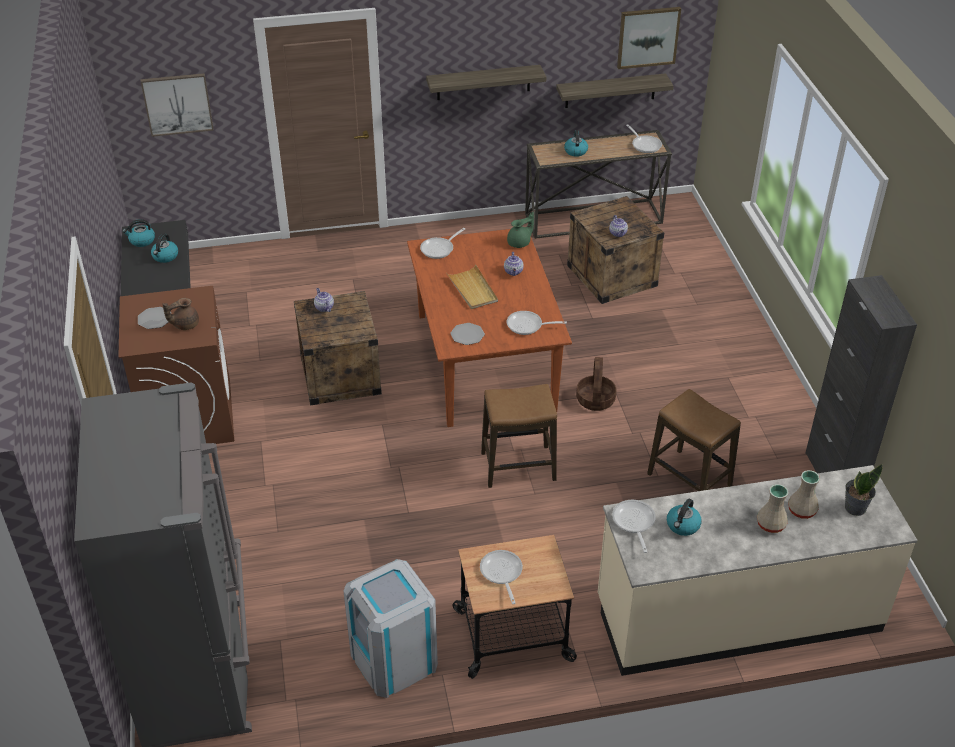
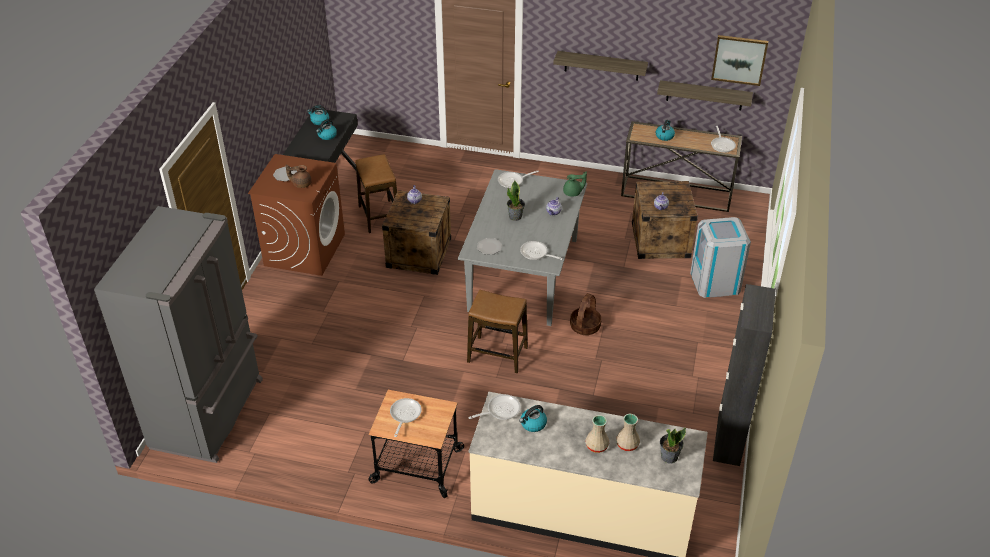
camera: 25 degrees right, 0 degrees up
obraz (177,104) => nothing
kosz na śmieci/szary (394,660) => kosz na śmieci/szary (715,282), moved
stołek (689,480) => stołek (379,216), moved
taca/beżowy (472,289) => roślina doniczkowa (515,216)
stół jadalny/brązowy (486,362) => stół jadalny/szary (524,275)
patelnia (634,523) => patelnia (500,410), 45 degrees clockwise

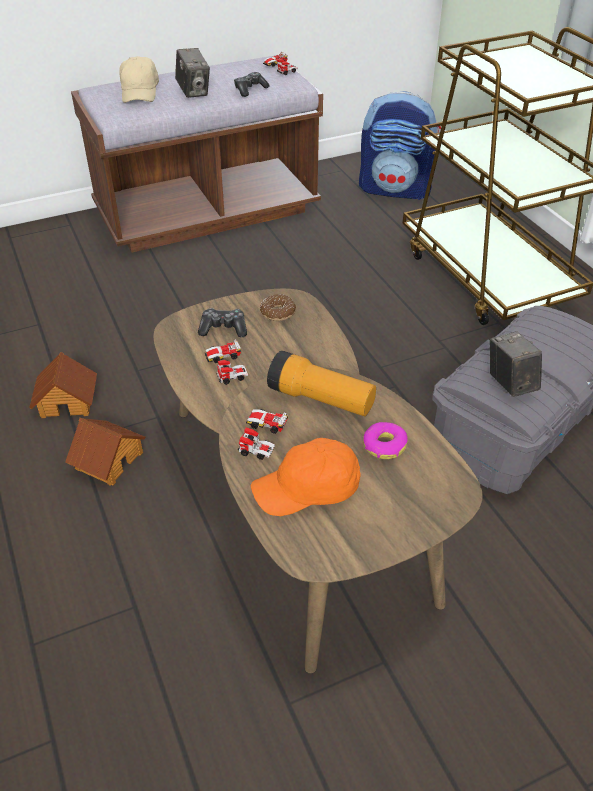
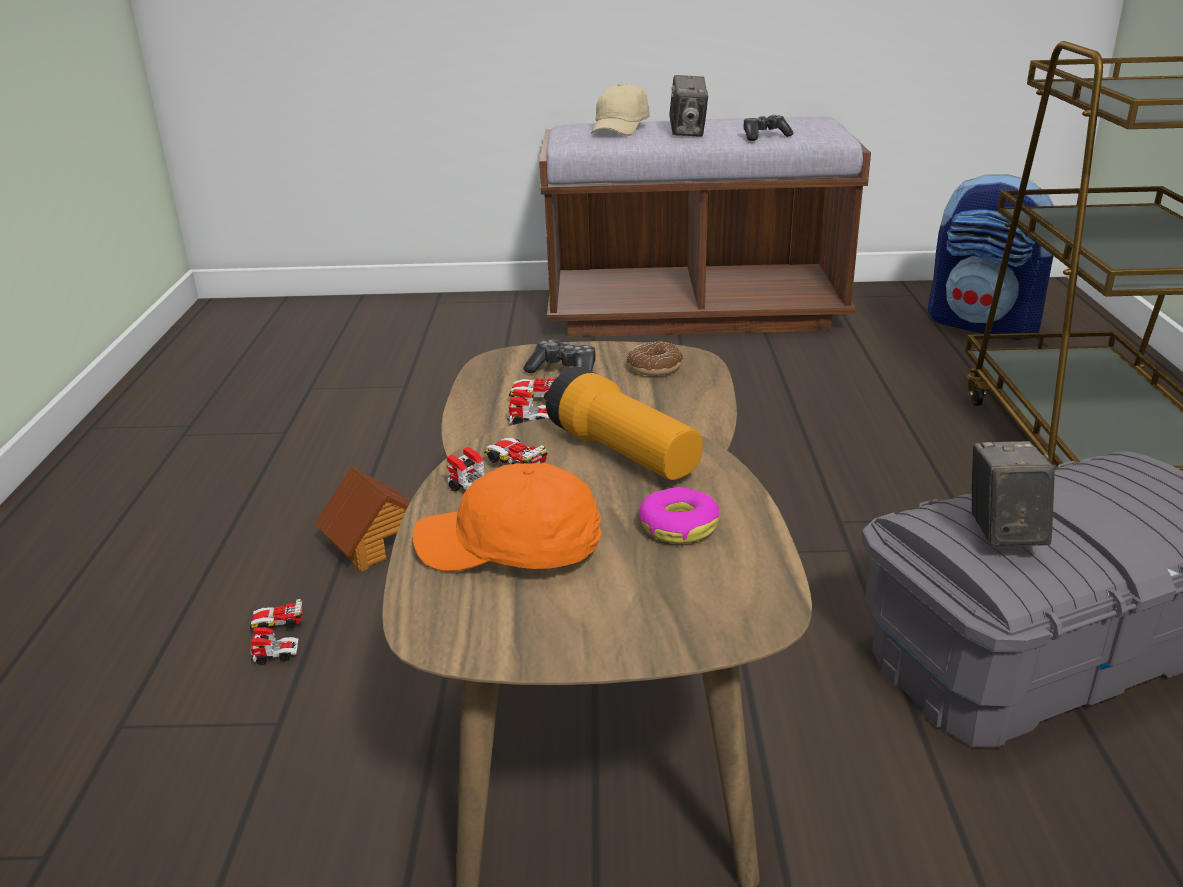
camera: 25 degrees right, 15 degrees down
domek (68,401) => nothing
samochodzik (280,69) => samochodzik (276,639), moved

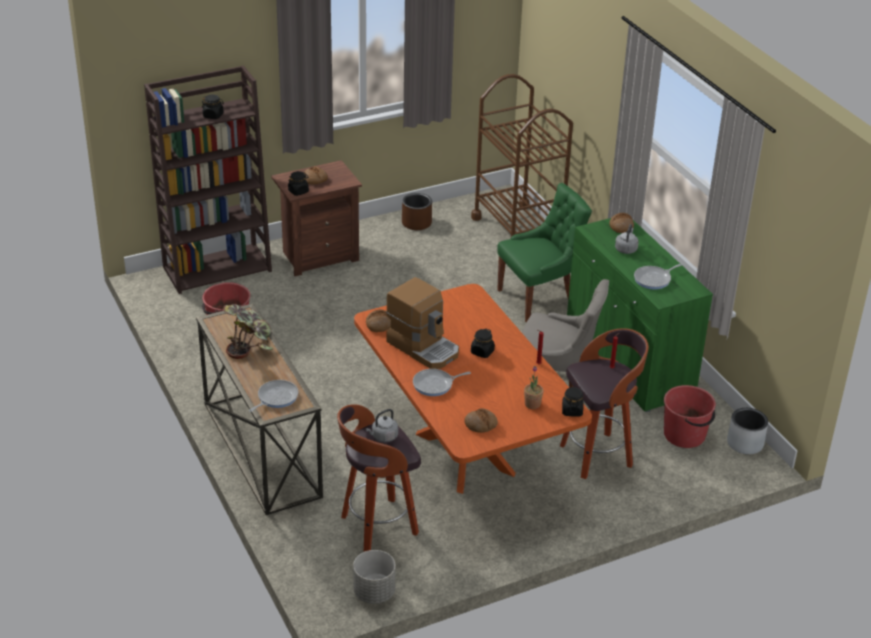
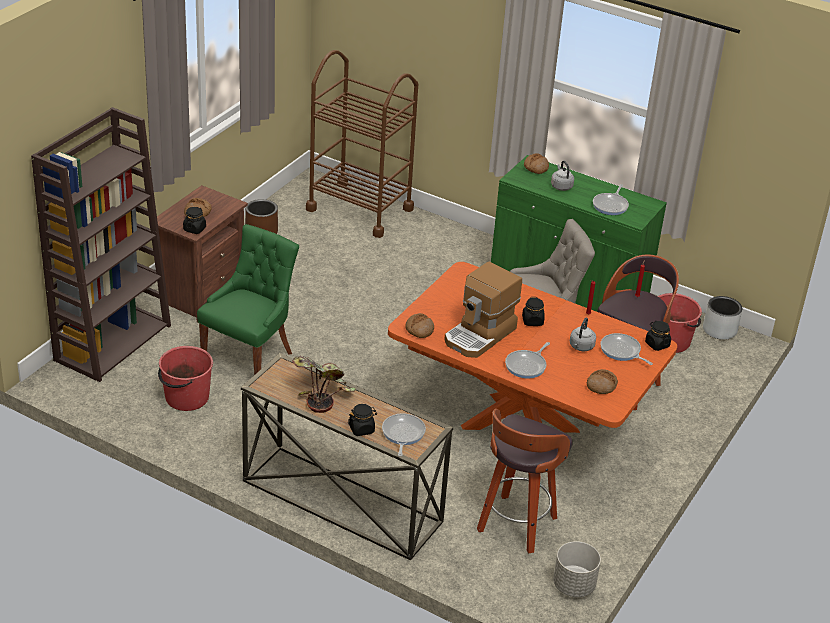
camera: 35 degrees left, 0 degrees up
słoik/czarny (213,115) => słoik/czarny (361,429), moved
czajnik/szary (383,437) => czajnik/szary (581,347), moved
krzesło/zielony (538,299) => krzesło/zielony (250,356), moved
roślina doniczkowa (532,404) => patelnia (621,351)
ekspres do kawy (424,347) => ekspres do kawy (480,335), 120 degrees clockwise

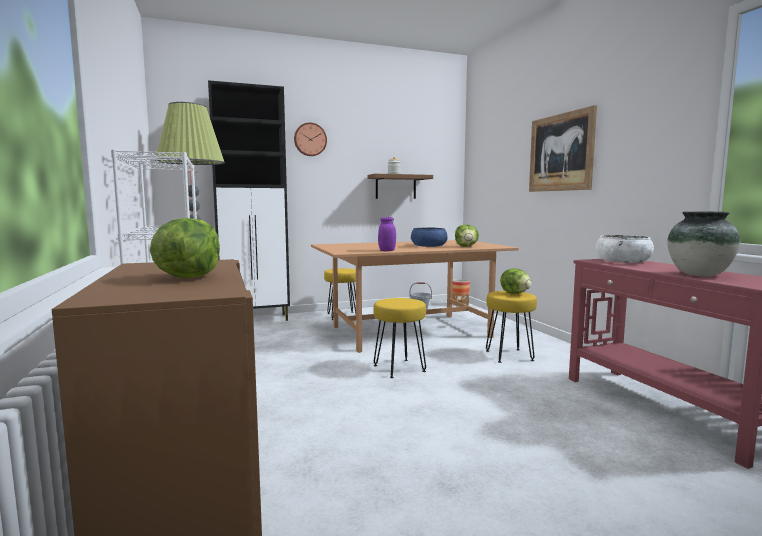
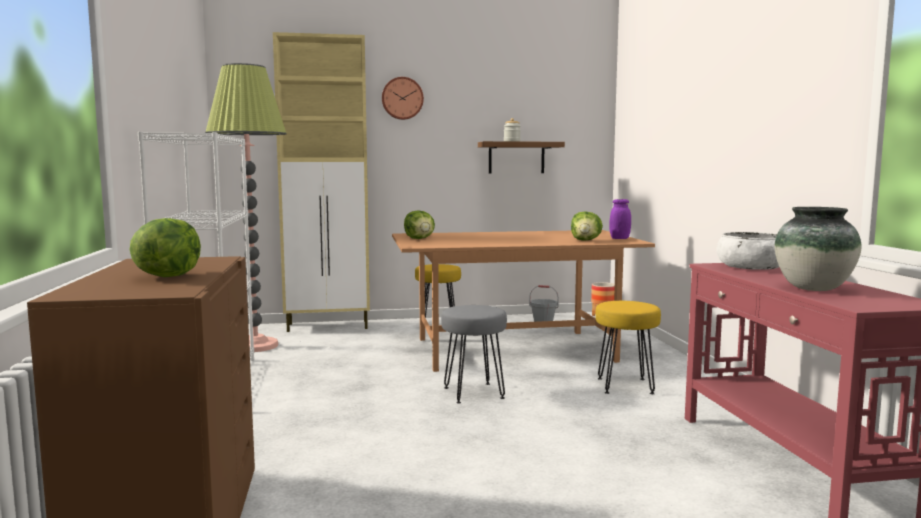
camera: 10 degrees right, 0 degrees up
miska/niebieski (428,246) => nothing
obraz (560,152) => nothing
słoik/fioletowy (387,250) => słoik/fioletowy (619,238), moved
sałata (515,293) => sałata (420,239), moved
szafka/czarny (256,320) => szafka/beżowy (329,326)
stołek/żółty (399,368) => stołek/szary (473,393)

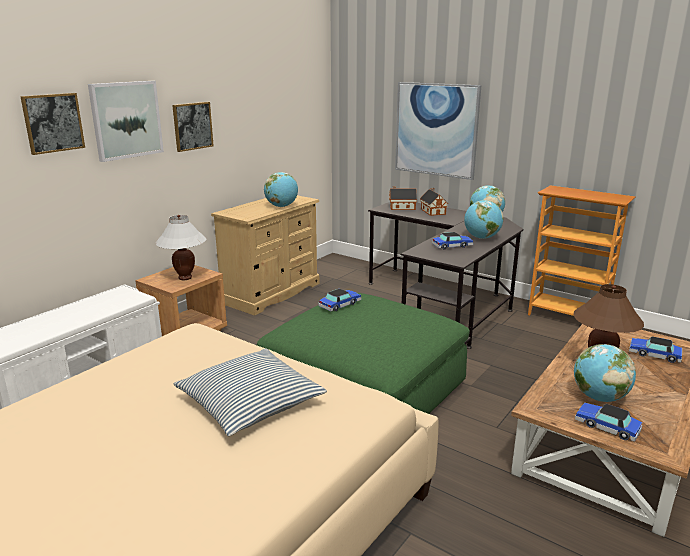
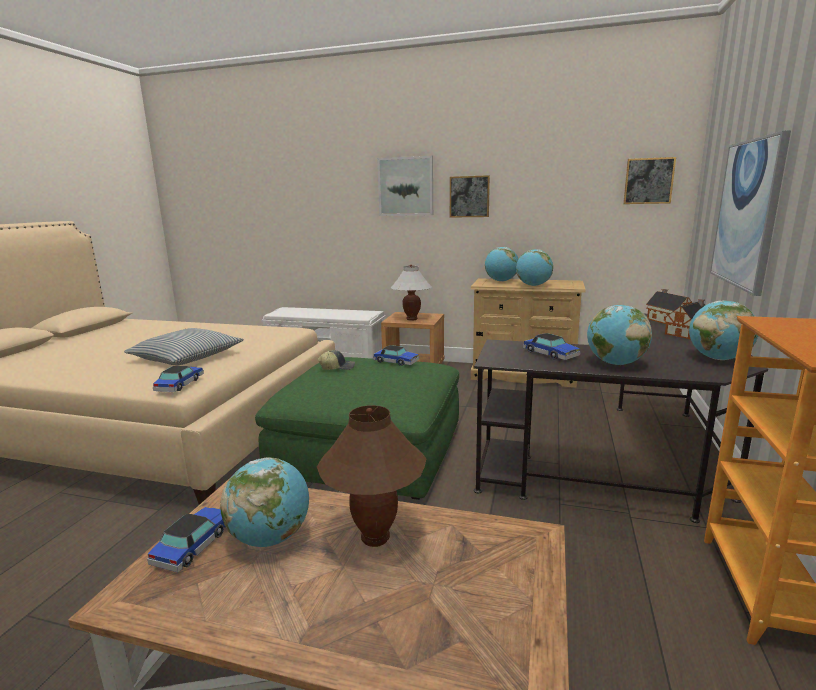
camera: 70 degrees right, 5 degrees down
nothing => czapka z daszkiem (337,367)
nothing => globus (501,281)
obraz (53,123) => obraz (648,181), moved
samochodzik (654,354) => samochodzik (180,384), moved

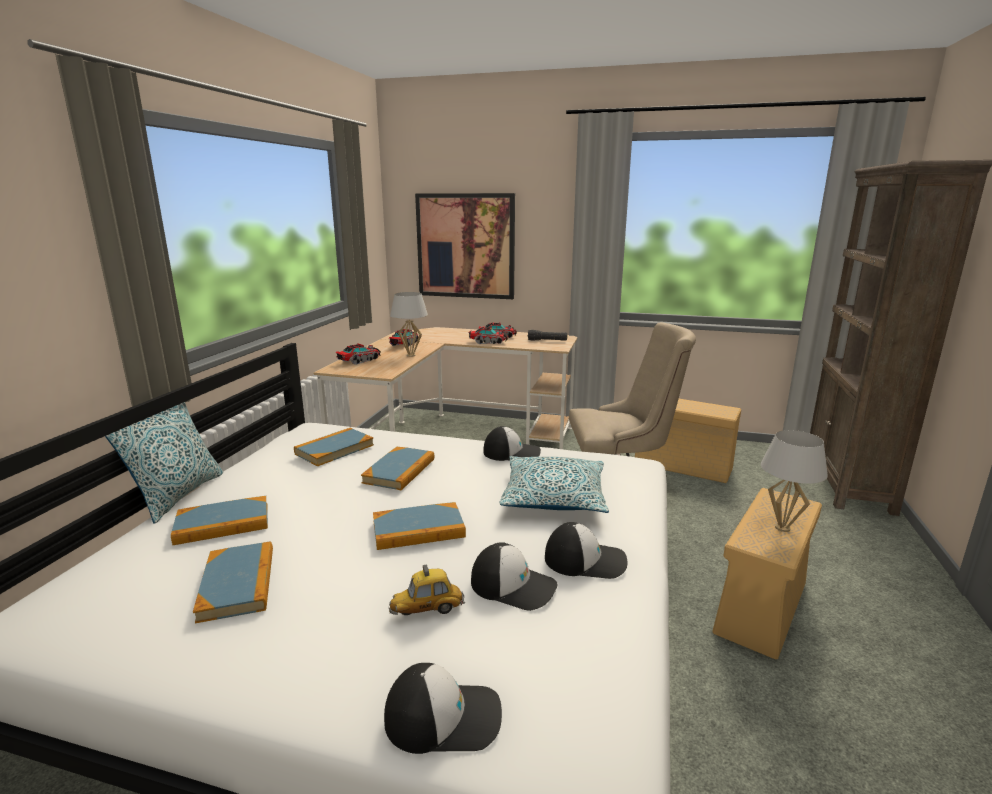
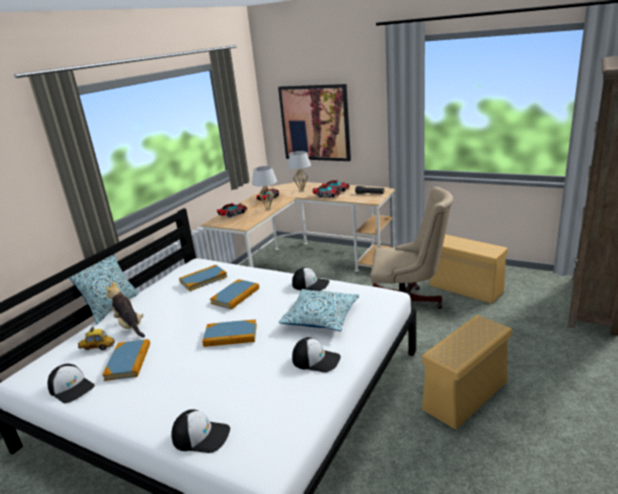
camera: 15 degrees right, 5 degrees up
samochodzik (427,609) => samochodzik (97,348), moved
czapka z daszkiem (513,585) => czapka z daszkiem (72,388), moved
lampa stołowa/biały (782,528) => lampa stołowa/biały (302,190), moved
książka (223,524) => pluszak (130,326)

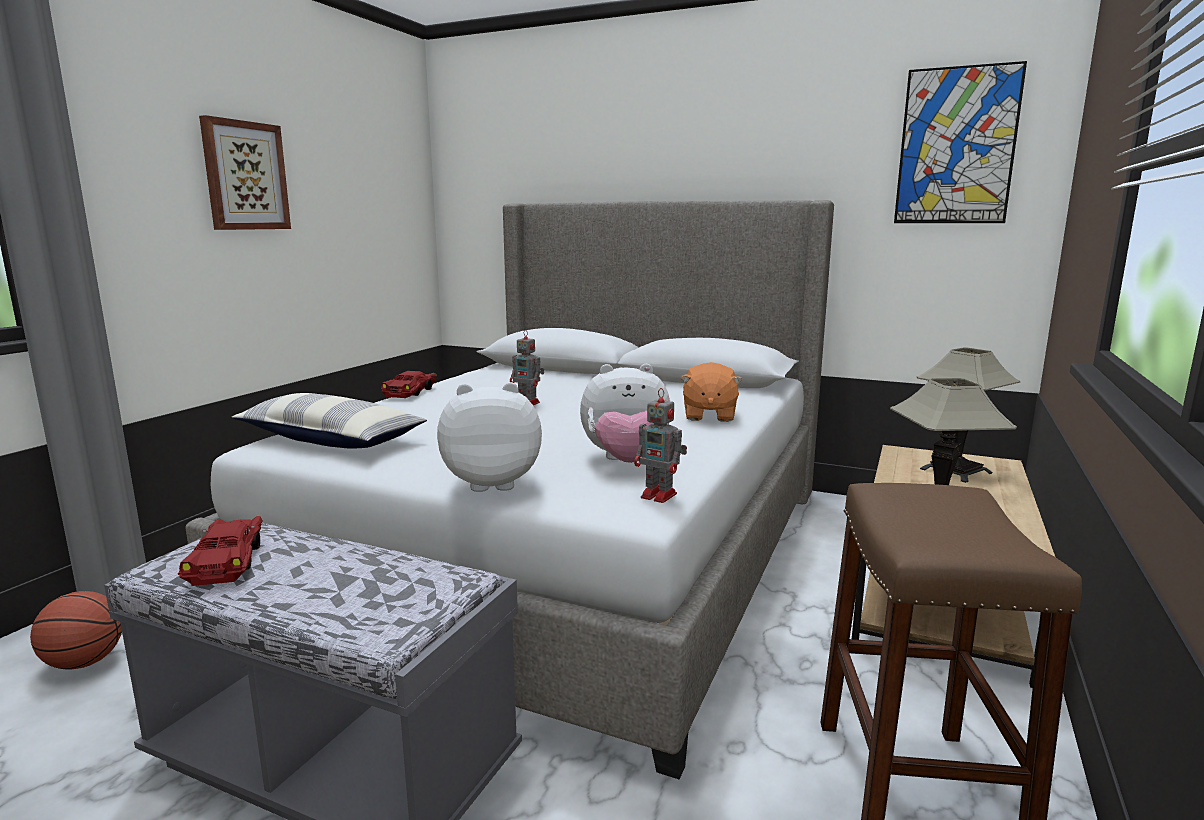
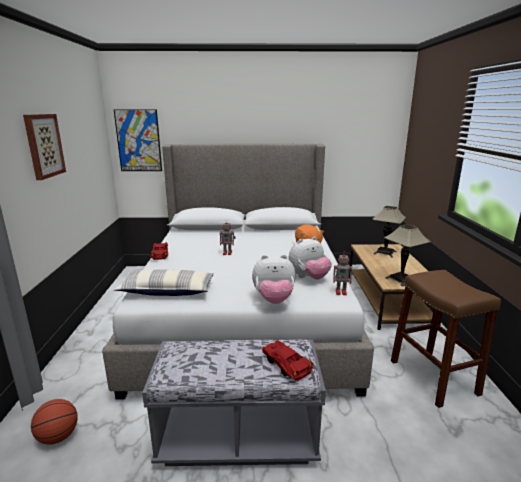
camera: 25 degrees left, 5 degrees up
samochodzik/czerwony (229,561) => samochodzik/czerwony (286,364), moved
obraz (956,146) => obraz (138,141), moved
pluszak (492,483) => pluszak (274,300), 150 degrees counterclockwise

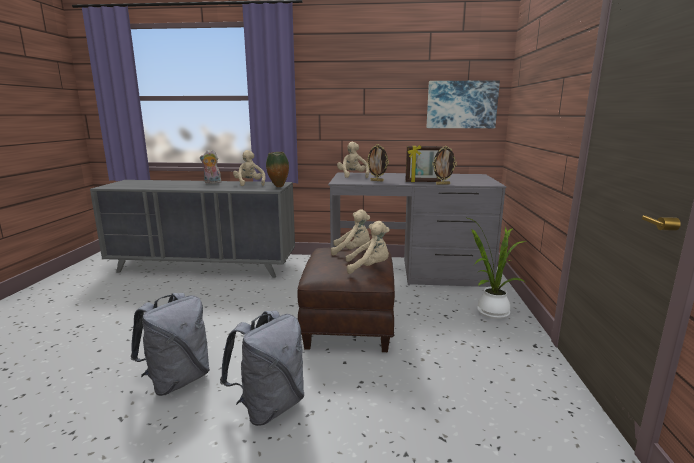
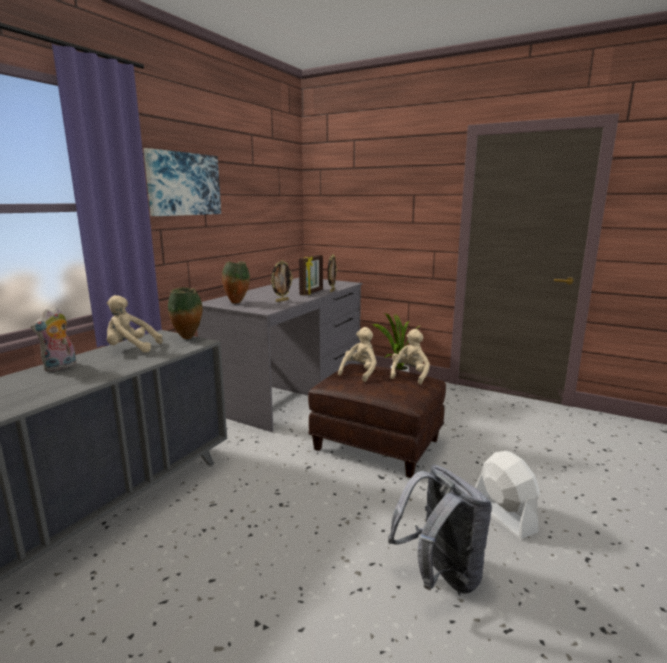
camera: 65 degrees left, 0 degrees up
obraz (461,104) => obraz (183,184), moved
plecak/szary (269,407) => wentylator/biały (503,515)
pluszak/beżowy (352,176) => wazon (237,303)

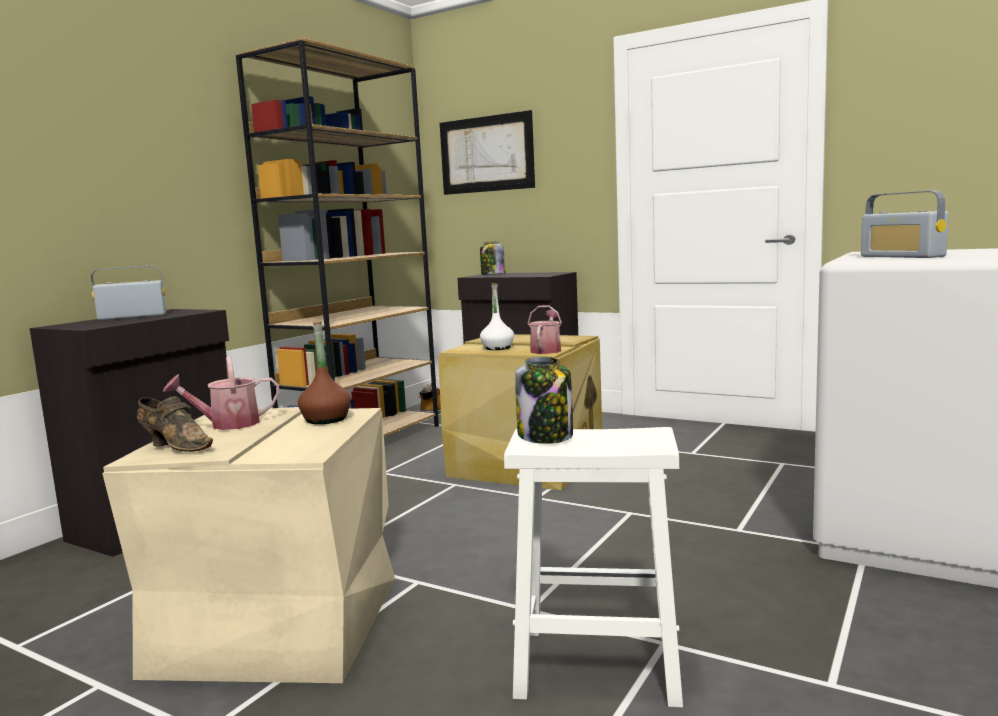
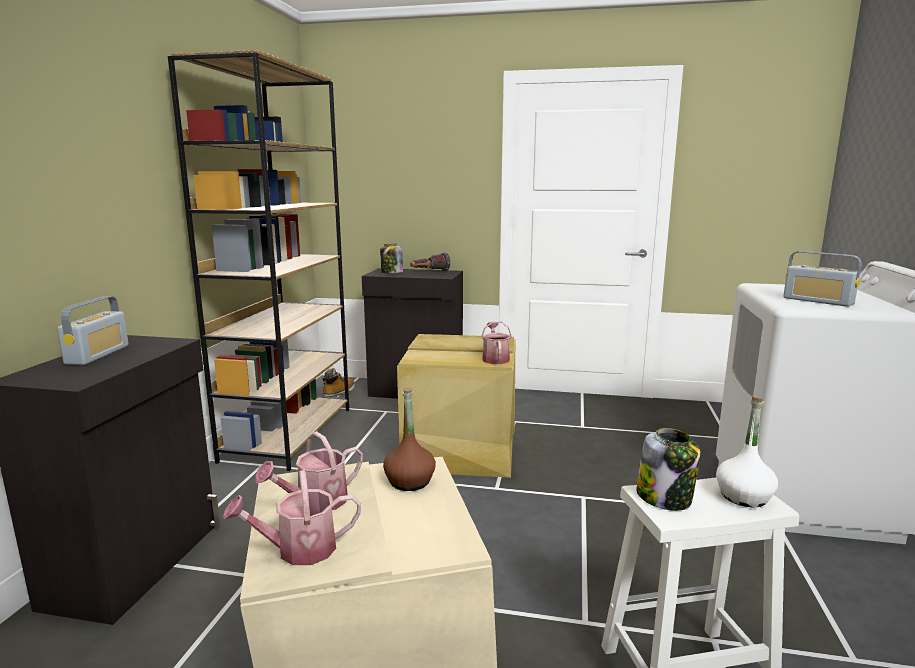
camera: 20 degrees left, 5 degrees up
obraz (486,154) => nothing
nothing => latarka (429,272)
butelka/biały (497,348) => butelka/biały (743,496), moved
but/brązowy (176,446) => konewka (298,550)
radio (132,316) => radio (98,355), 135 degrees clockwise

